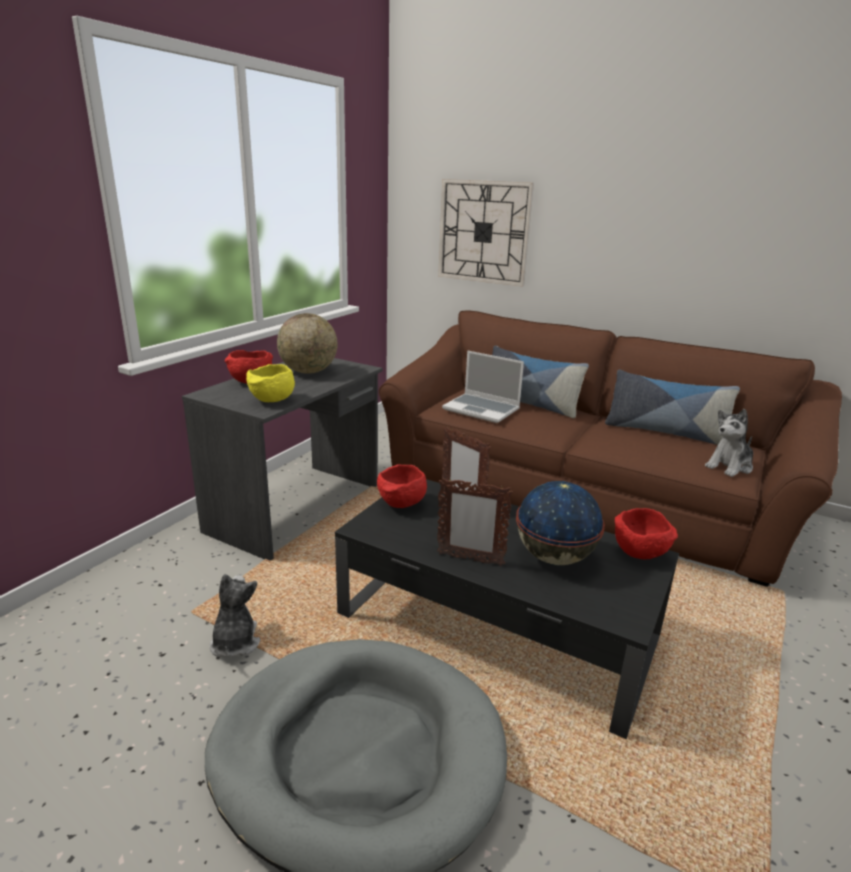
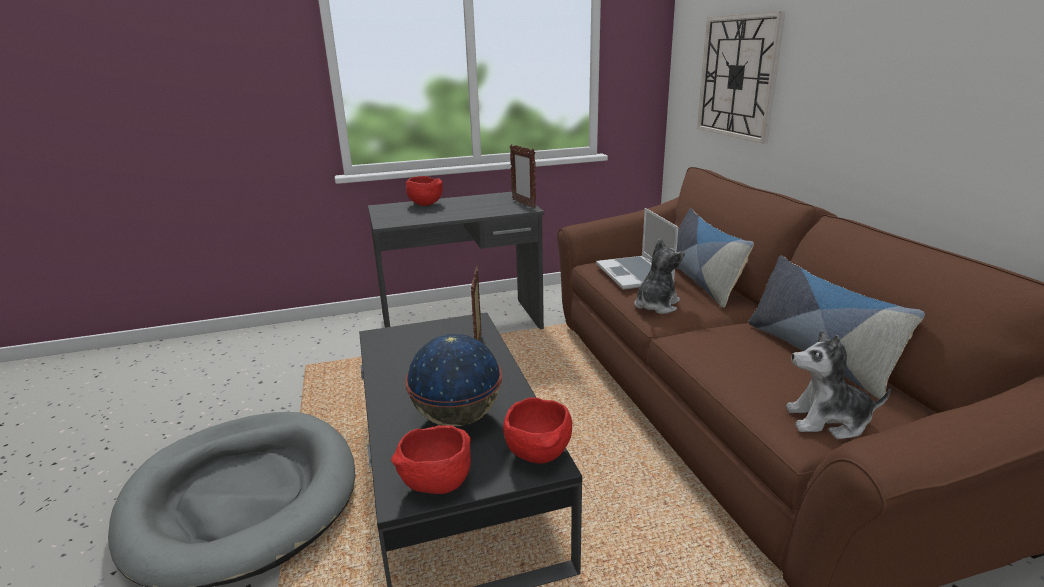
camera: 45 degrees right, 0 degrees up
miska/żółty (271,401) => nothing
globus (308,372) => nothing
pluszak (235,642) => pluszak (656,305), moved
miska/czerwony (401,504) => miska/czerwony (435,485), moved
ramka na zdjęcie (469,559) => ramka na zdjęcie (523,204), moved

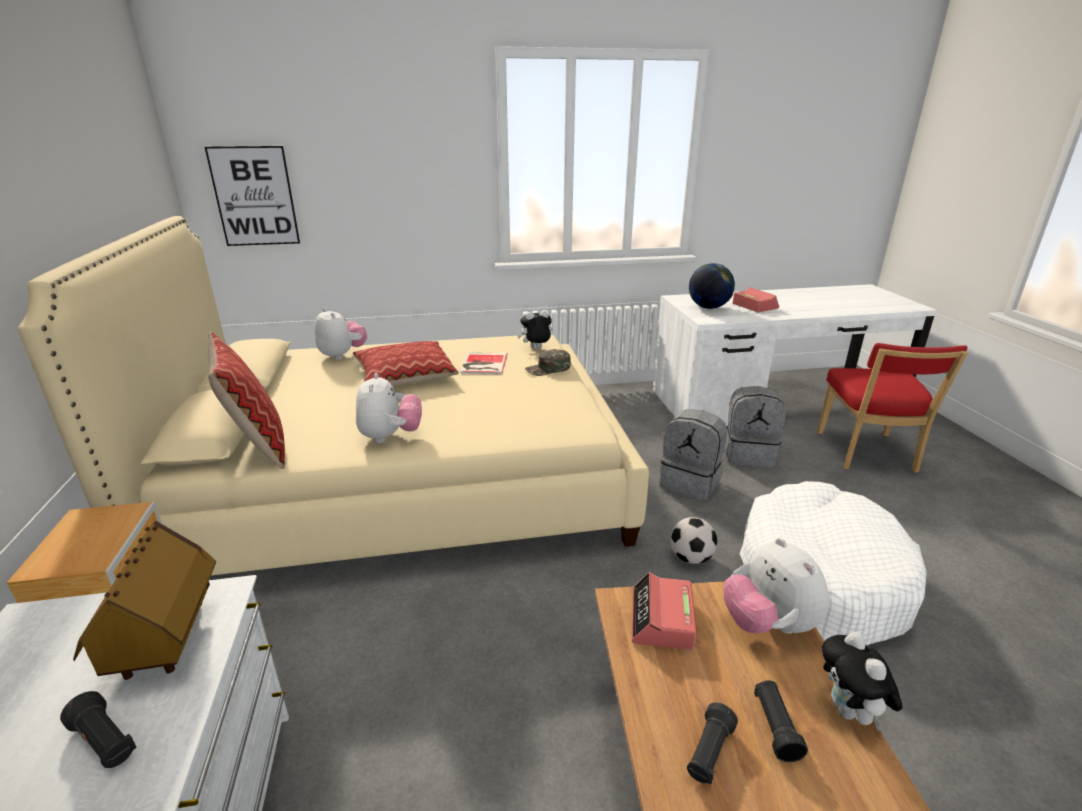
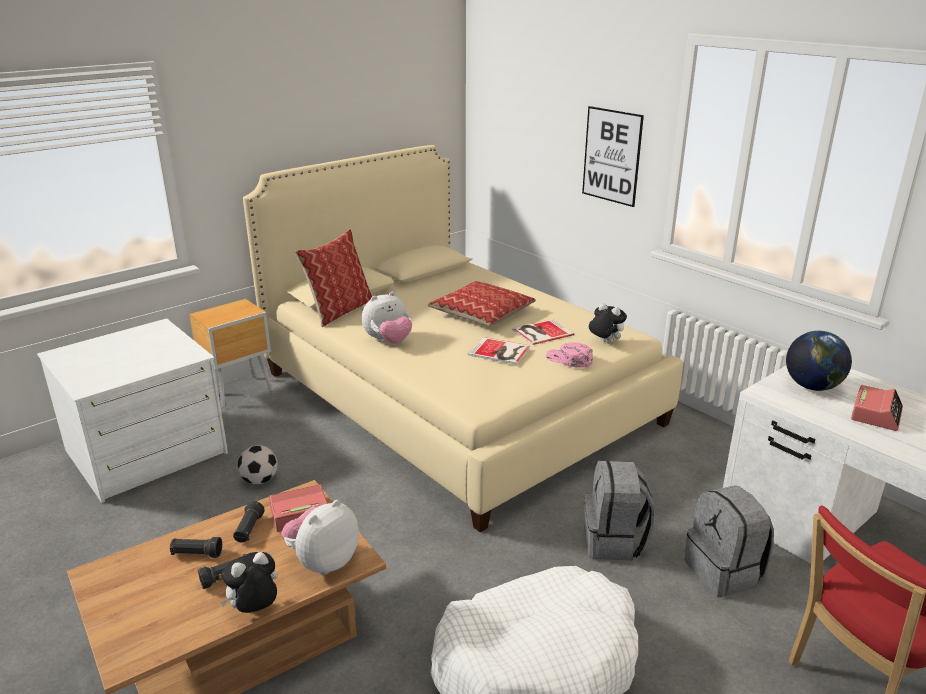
camera: 60 degrees right, 0 degrees up
domek (165,641) => nothing
pluszak (342,355) => nothing
nothing => książka (500,351)
latarka/czarny (105,742) => latarka/czarny (249,530), moved
obraz (254,196) => obraz (611,156), moved
piłka futbolowa (690,558) => piłka futbolowa (260,480), moved
czapka z daszkiem/zielony (548,369) => czapka z daszkiem/różowy (569,359)

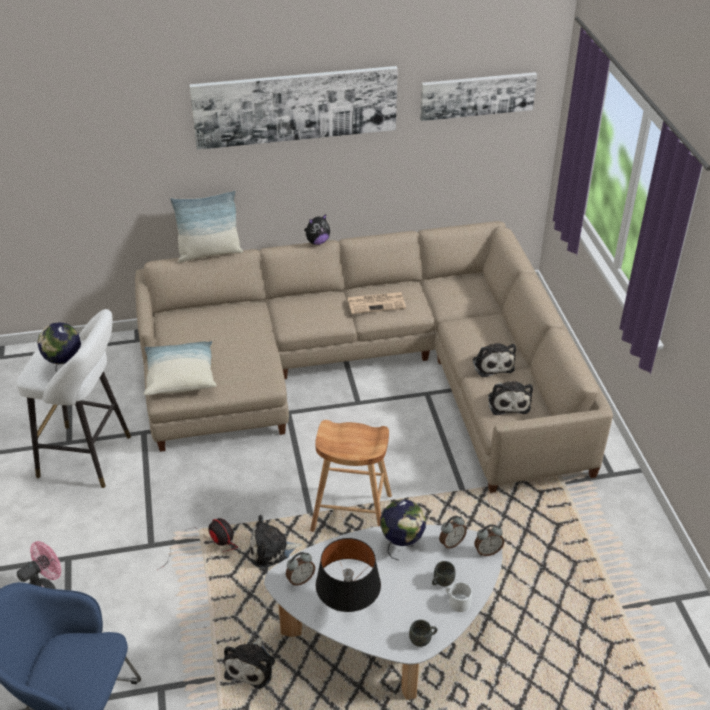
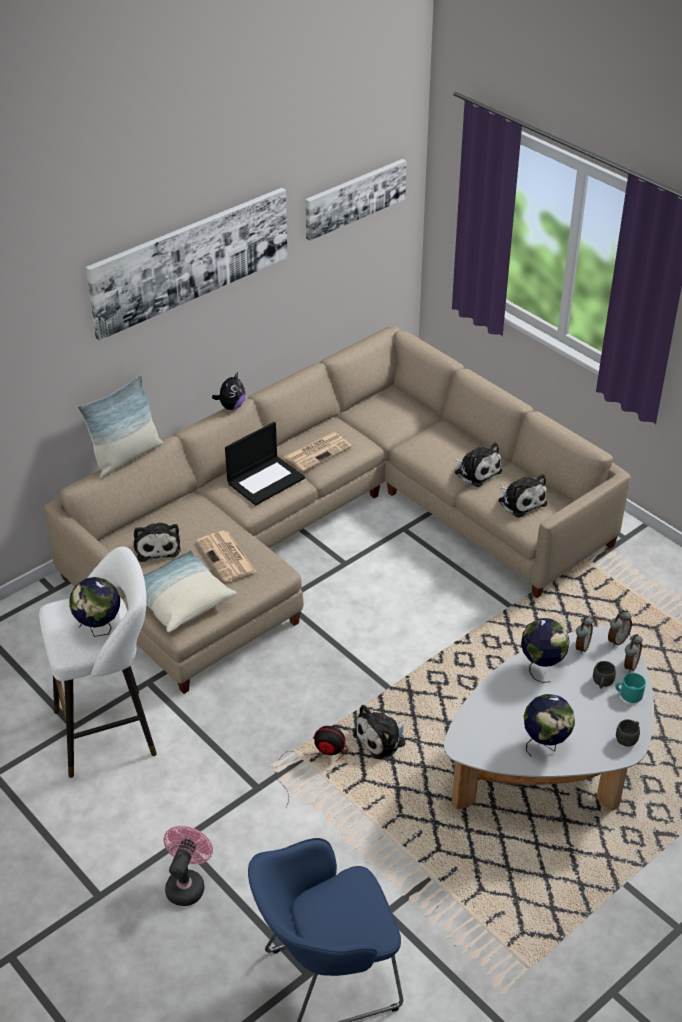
camera: 30 degrees left, 0 degrees up
stołek/brązowy (352,513) => nothing
nothing => gazeta (227,557)
nothing => laptop (266,480)
pluszak (251,666) => pluszak (157,546), moved
budzik (300,579) => budzik (629,665), moved
lampa stołowa/czarny (348,610) => globus (545,745)
kubek/biały (457,601) => kubek/turkusowy (628,694)

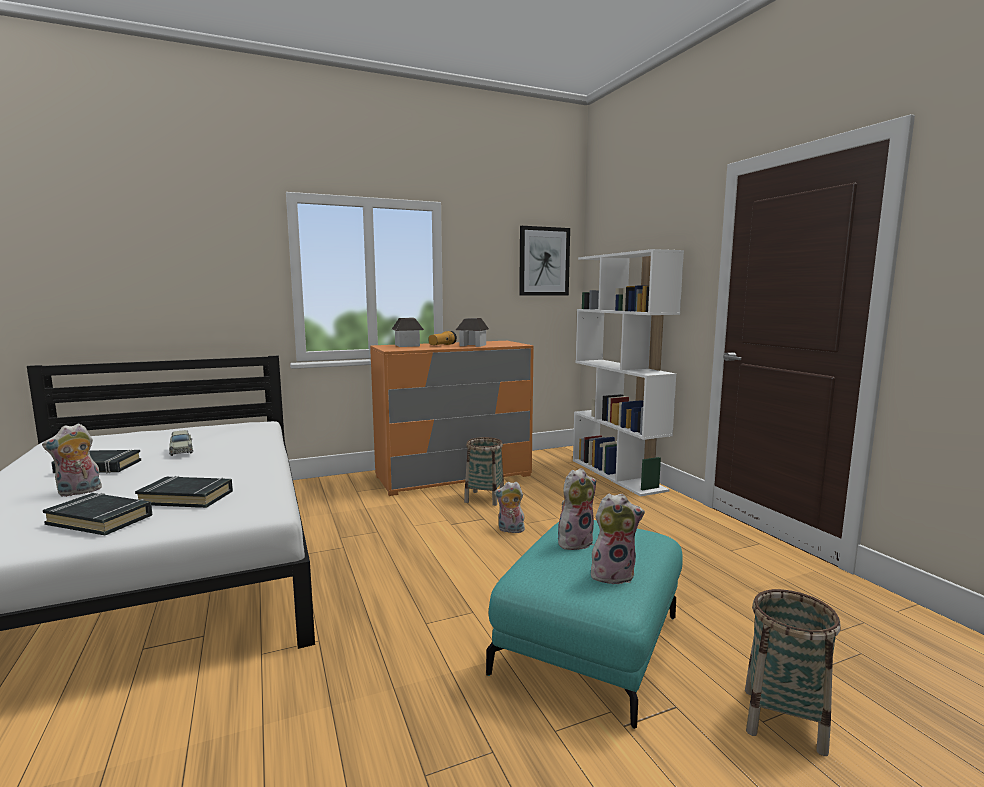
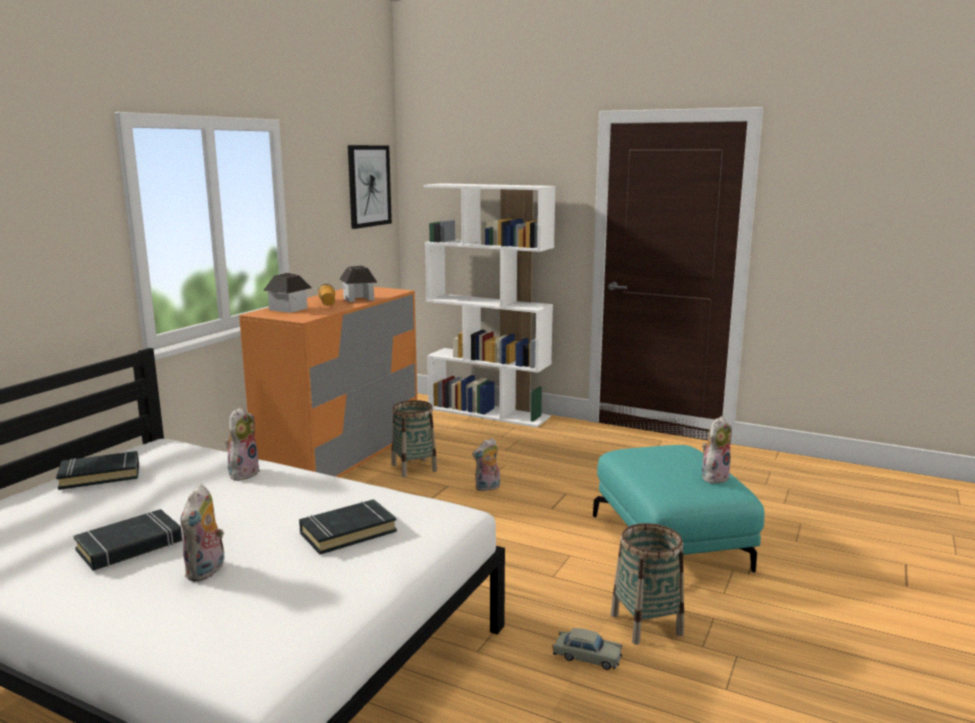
camera: 40 degrees left, 5 degrees up
książka/czarny (100,519) => książka/czarny (100,475), moved
samochodzik/beżowy (181,450) => samochodzik/beżowy (587,656), moved
pluszak (575,541) => pluszak (243,473), moved
koszyk (783,720) => koszyk (646,624), moved

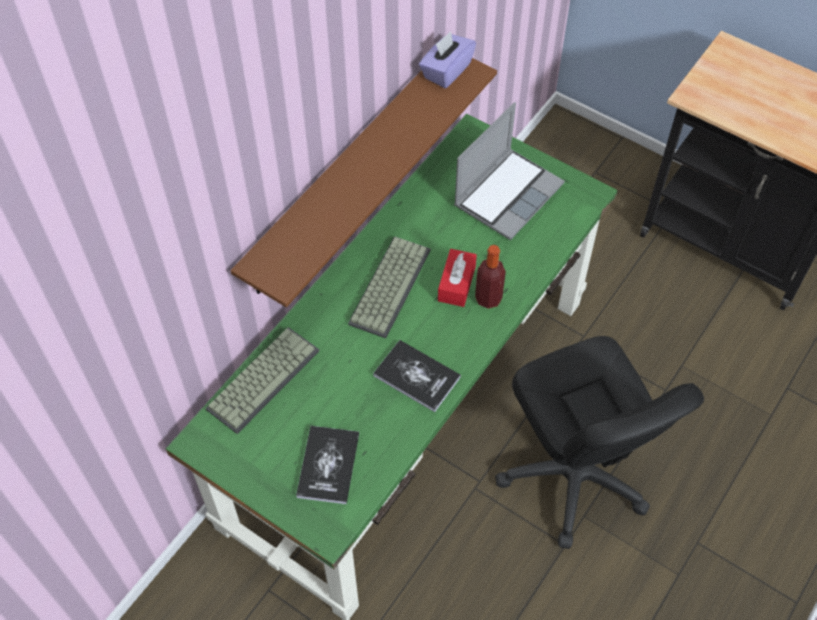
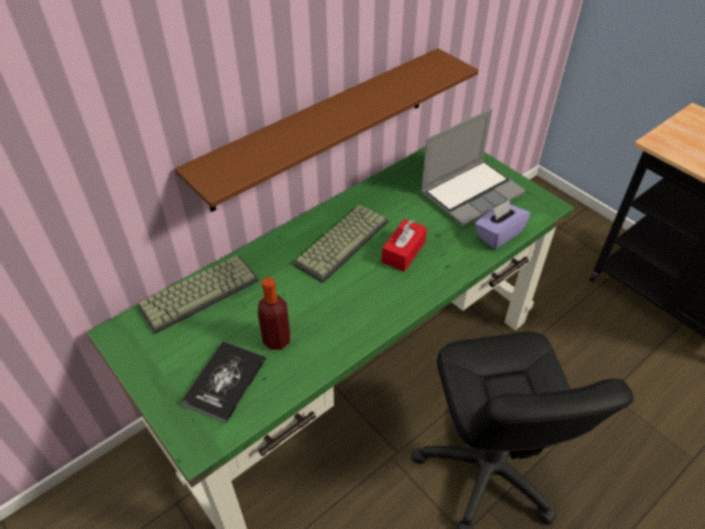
camera: 15 degrees right, 10 degrees down
książka (417,376) => nothing
pudełko chusteczek/fioletowy (446,71) => pudełko chusteczek/fioletowy (498,234), moved
butelka (488,298) => butelka (277,340), moved

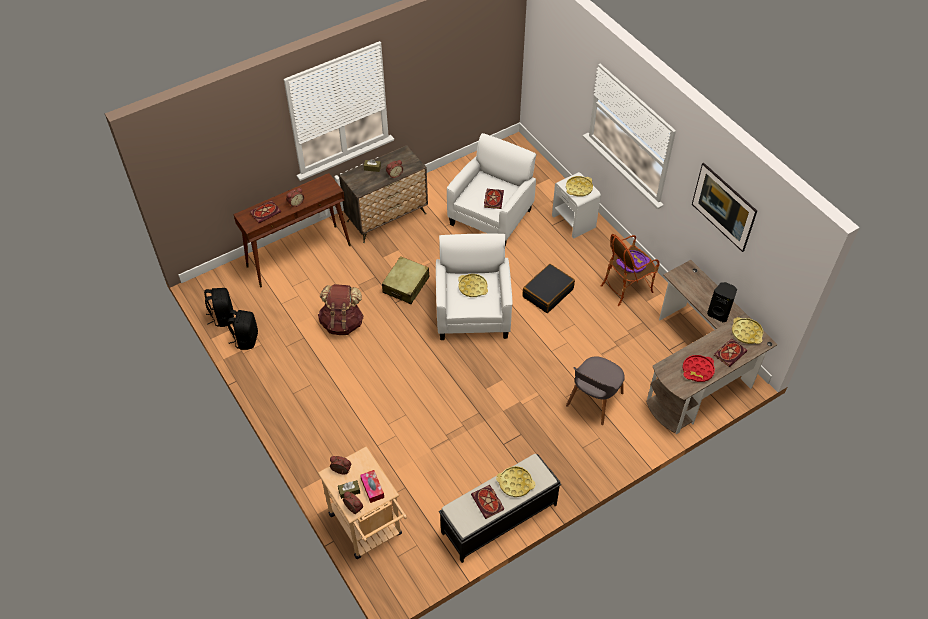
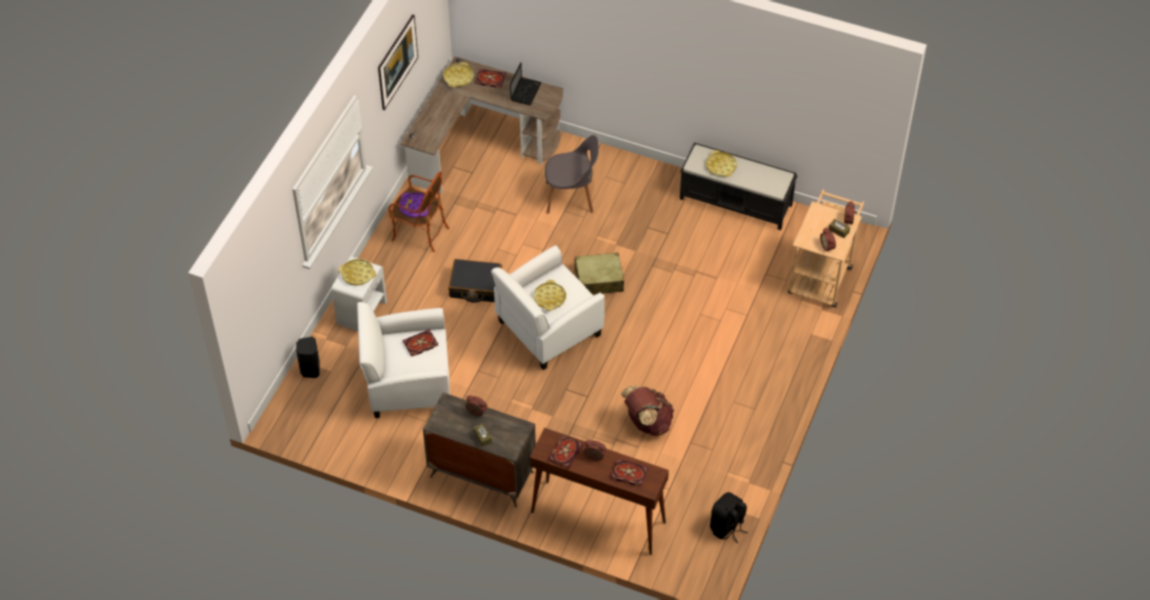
camera: 125 degrees left, 0 degrees up
plecak/czarny (246,339) => nothing
pudełko chusteczek (372,488) => nothing
walizka/beżowy (406,285) => walizka/beżowy (598,280), moved
książka (488,503) => książka (565,452), moved
głośnik/czarny (719,313) => głośnik/czarny (310,369), moved
taca/czerwony (697,370) => laptop (525,91)

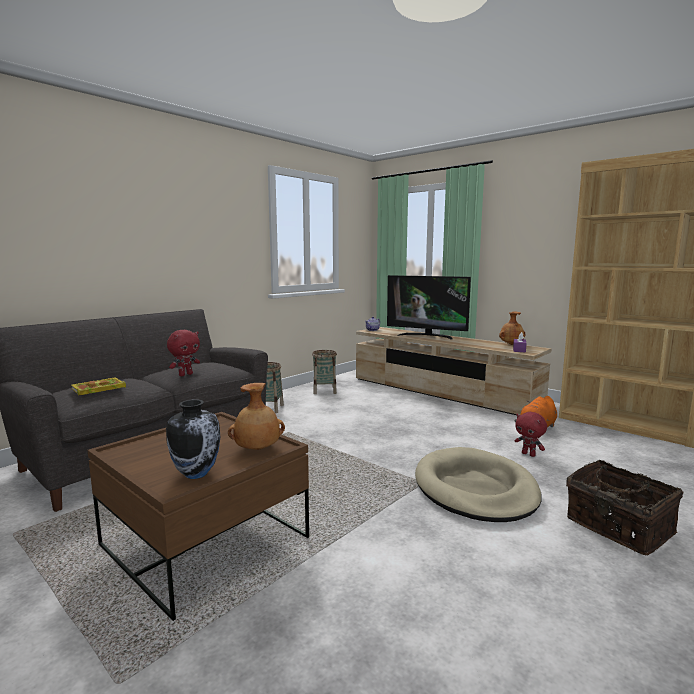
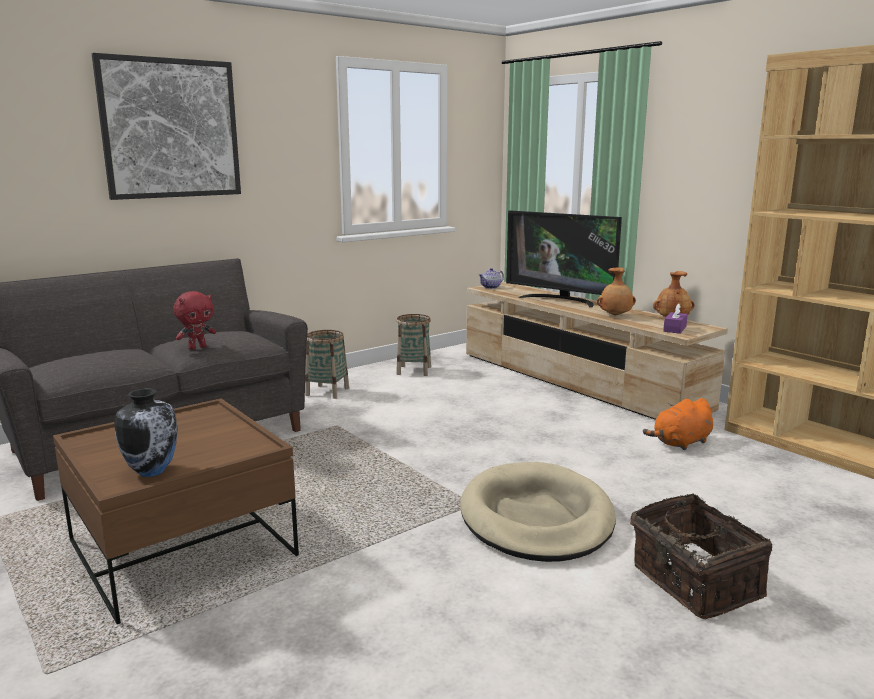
camera: 10 degrees right, 5 degrees up
książka (97,389) => nothing
pluszak/czerwony (529,454) => nothing
nothing => obraz (170,129)
wazon/brązowy (257,449) => wazon/brązowy (615,315), moved

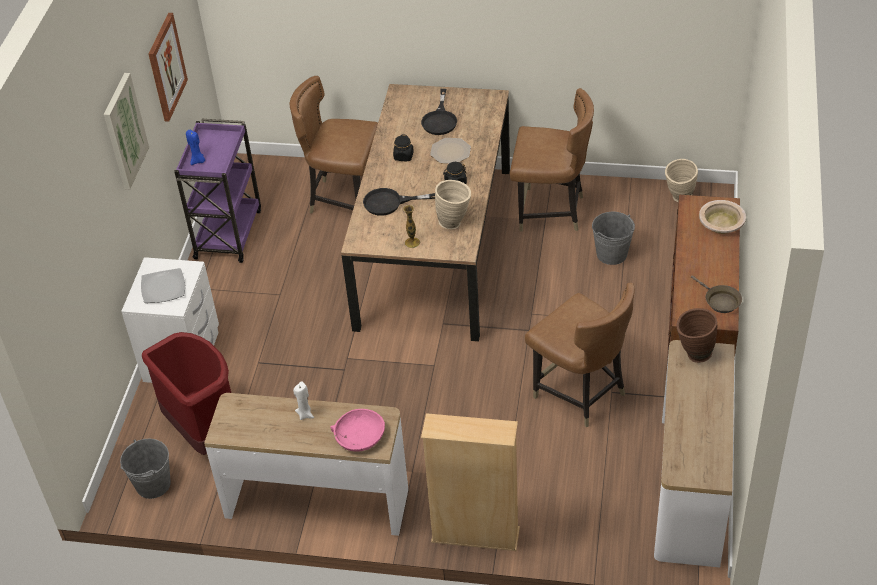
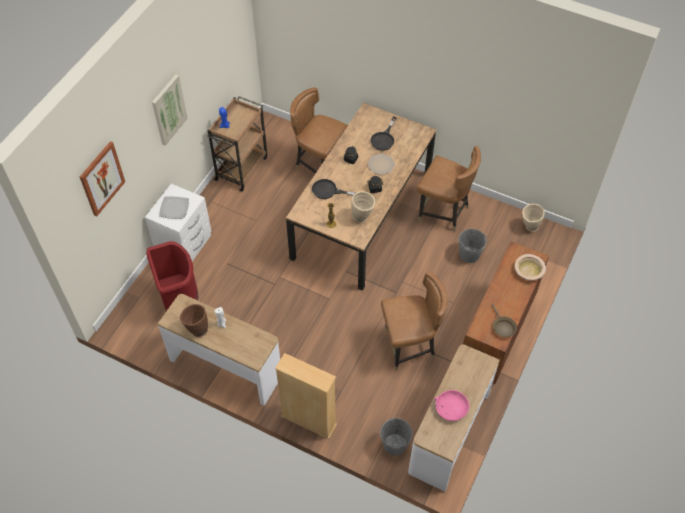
camera: 15 degrees right, 10 degrees up
wiadro/szary (153,484) => wiadro/szary (394,444), moved
obraz (166,67) => obraz (101,178), moved
miska/różowy (359,436) => miska/różowy (451,408), moved
wazon/brązowy (693,354) => wazon/brązowy (196,329), moved
wózek/fioletowy (228,232) => wózek/brązowy (242,167)
krzesło/brązowy (580,393) => krzesło/brązowy (409,346), 75 degrees counterclockwise

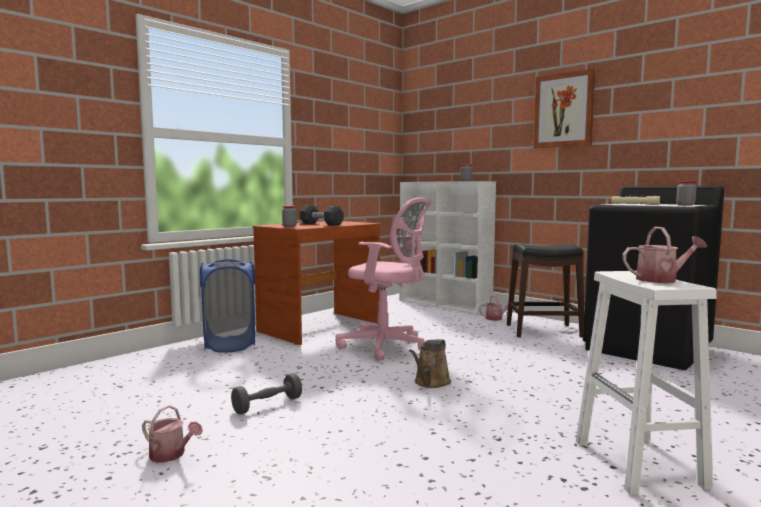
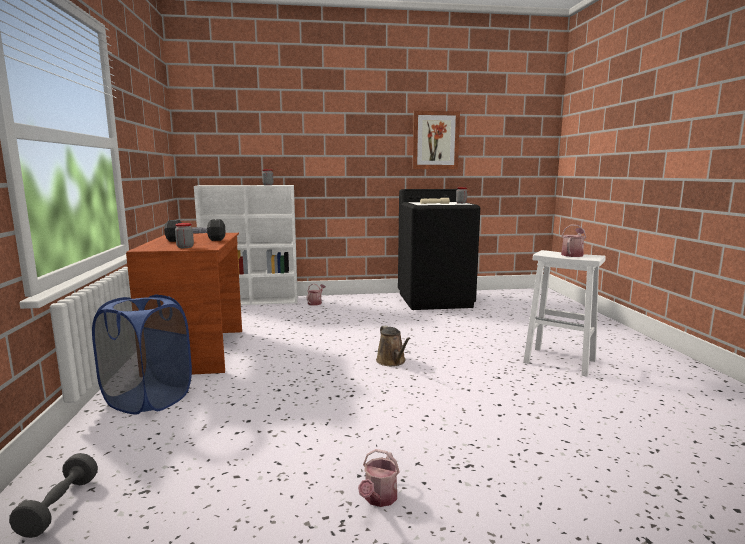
camera: 50 degrees left, 5 degrees up
krzesło biurowe/różowy (387,347) => nothing
stołek/czarny (544,331) => nothing
hantel/szary (267,405) => hantel/szary (59,506), moved
obraz (563,110) => obraz (435,140), moved
konewka (171,455) => konewka (379,499), 135 degrees clockwise

